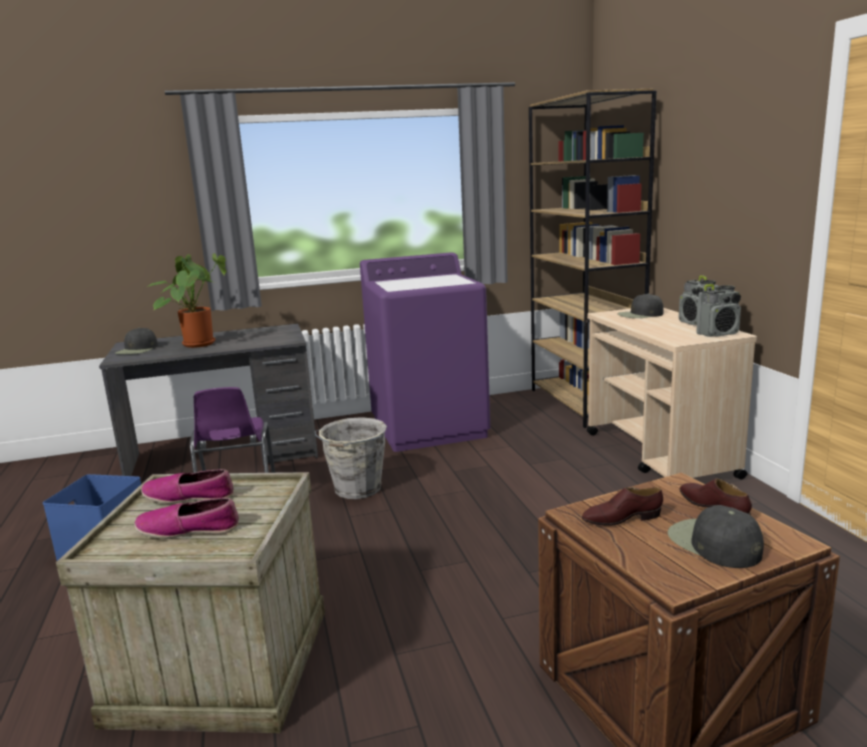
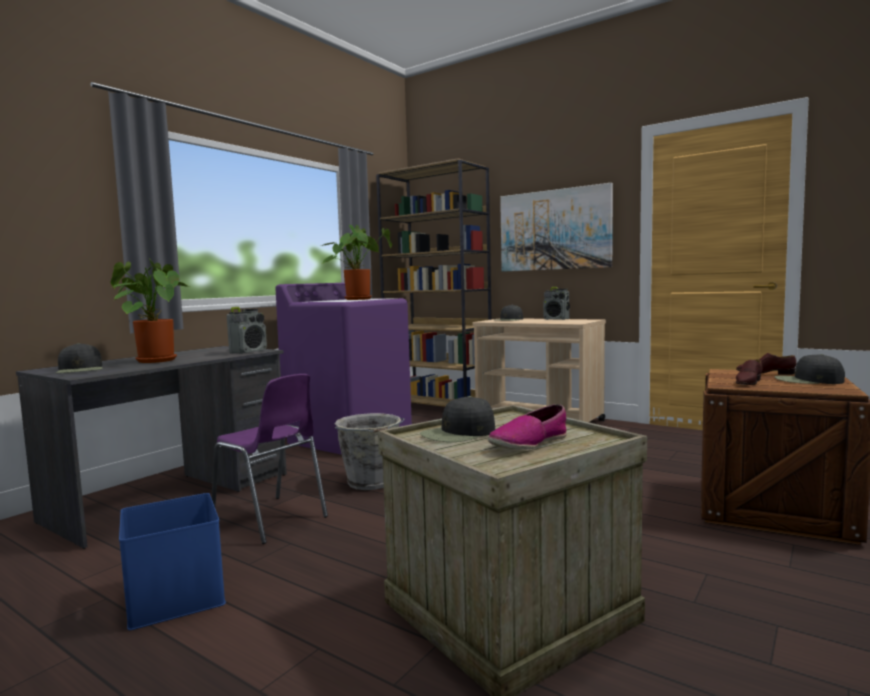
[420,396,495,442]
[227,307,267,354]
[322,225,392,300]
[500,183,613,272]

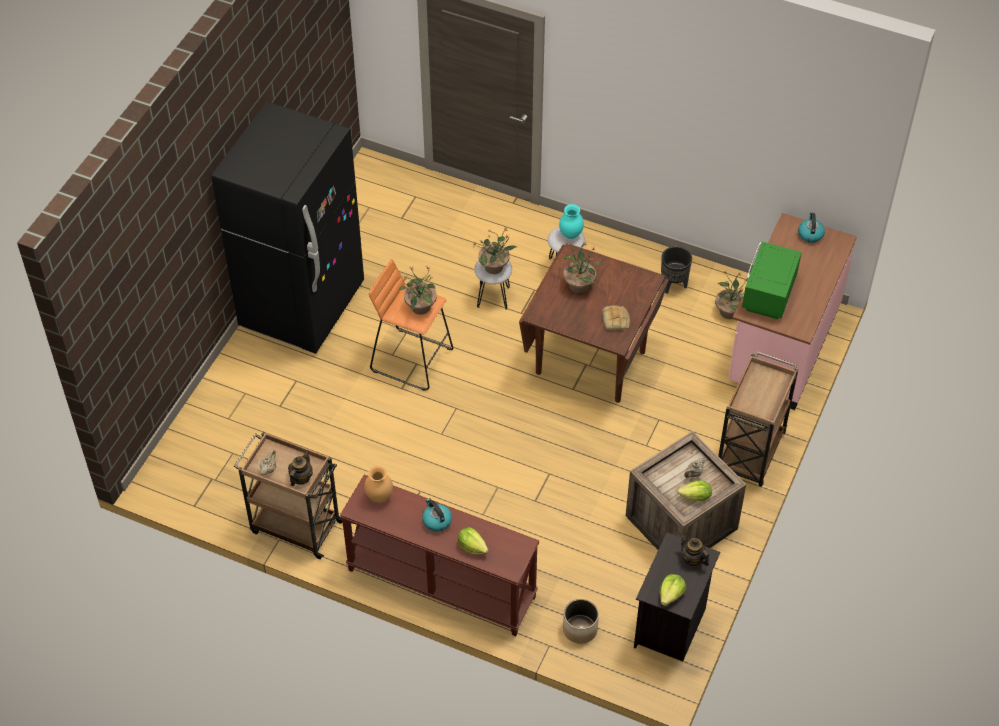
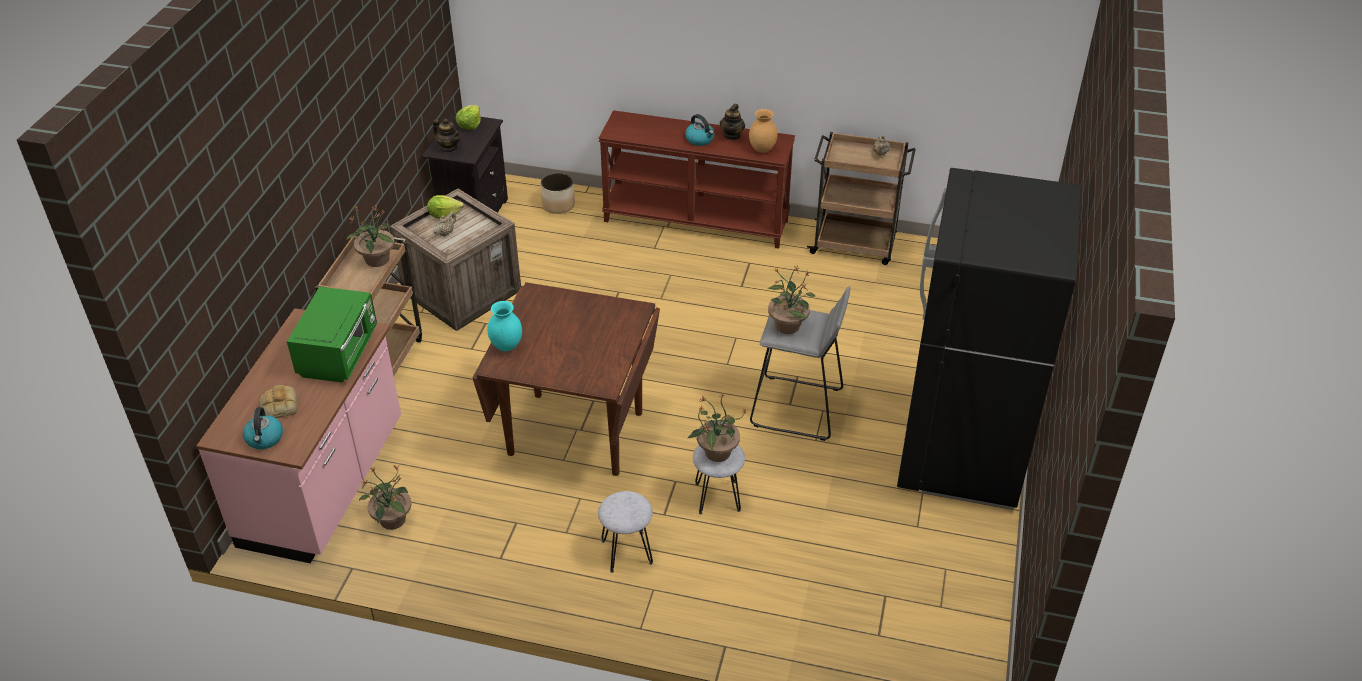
[720,104,745,140]
[750,286,851,441]
[458,527,489,554] (first image)
[487,301,522,351]
[347,205,395,267]
[259,385,298,418]
[661,246,692,294] (first image)

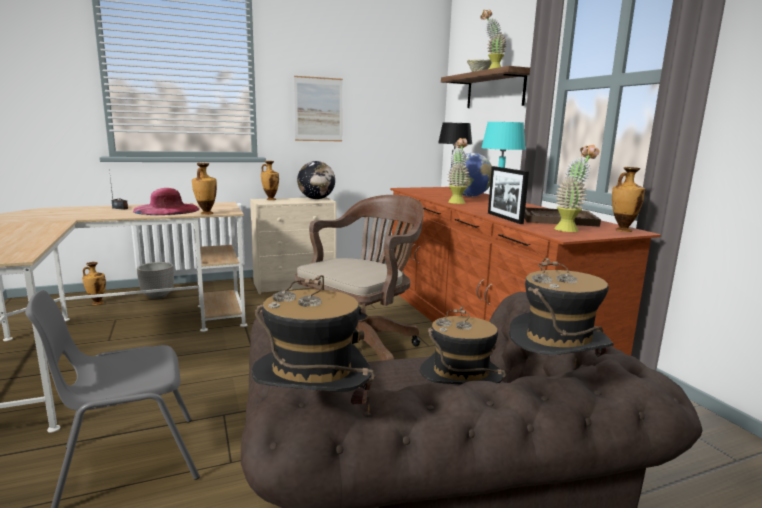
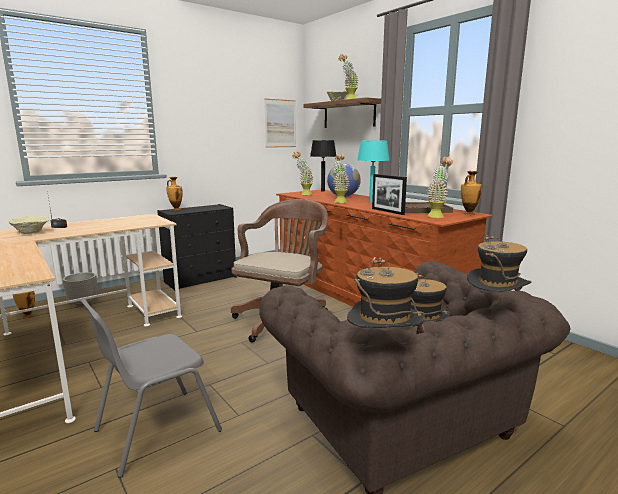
[133,188,200,215] (first image)
[192,163,217,215] (first image)
[157,204,236,290]
[264,98,296,148]
[297,161,335,199] (first image)
[9,216,49,234]
[293,151,313,195]

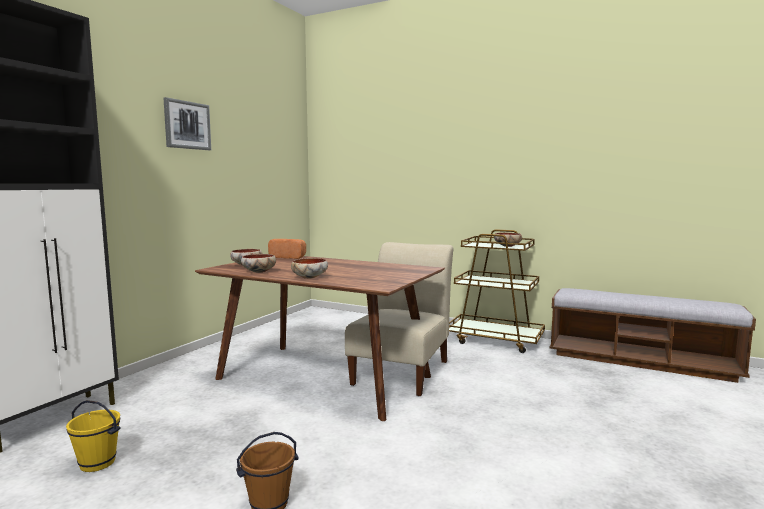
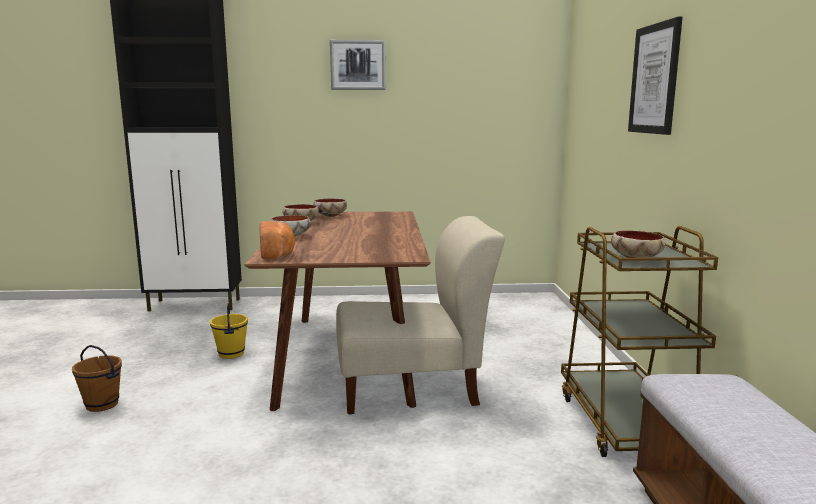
[210,303,248,359]
[260,221,295,259]
[628,17,683,135]

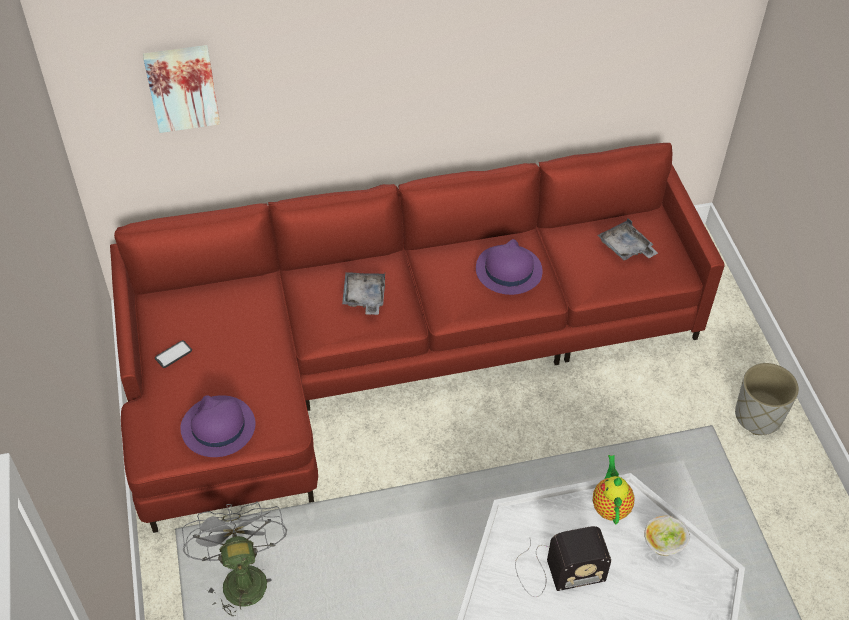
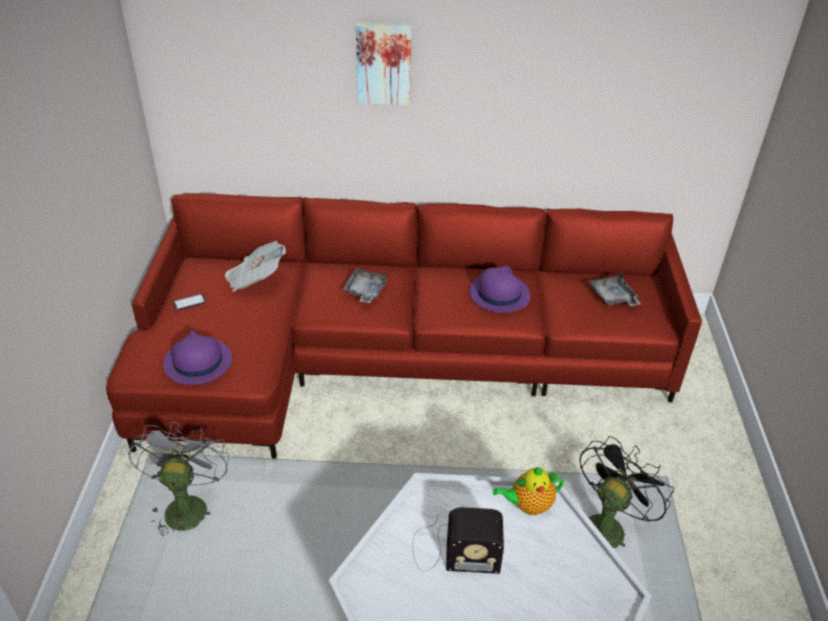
[356,22,412,105]
[492,467,563,515]
[644,515,690,556] (first image)
[735,363,799,435] (first image)
[225,241,286,292]
[580,436,674,548]

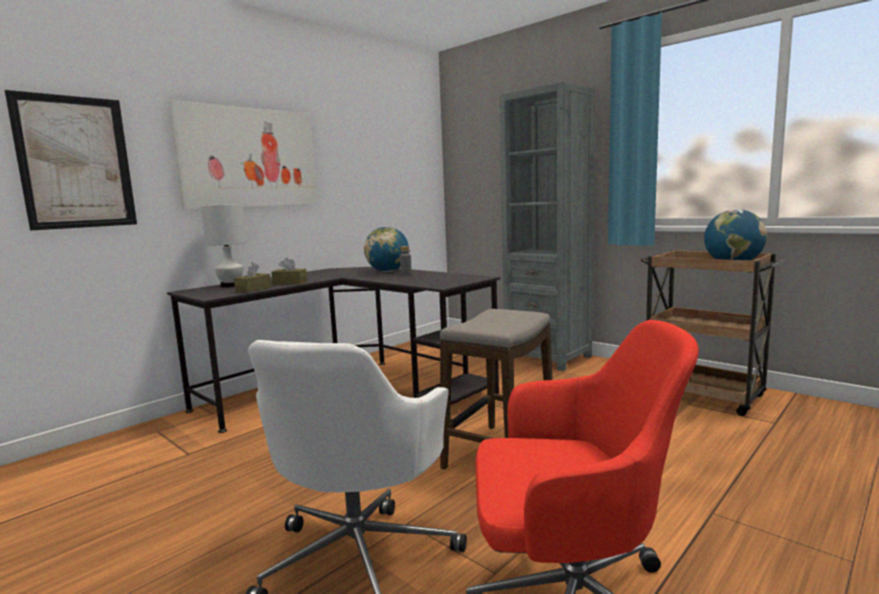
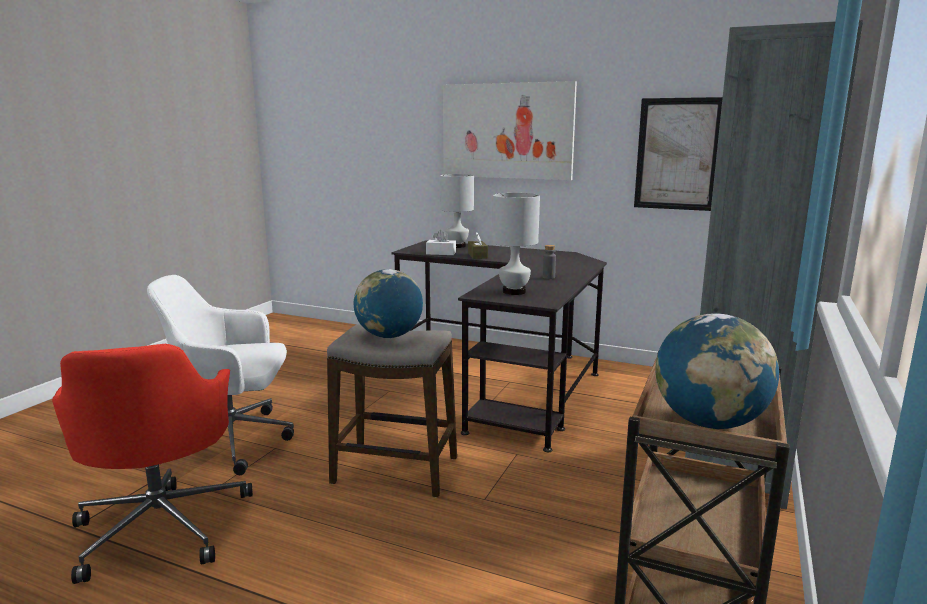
[634,97,723,211]
[426,230,456,255]
[354,269,423,338]
[492,193,540,295]

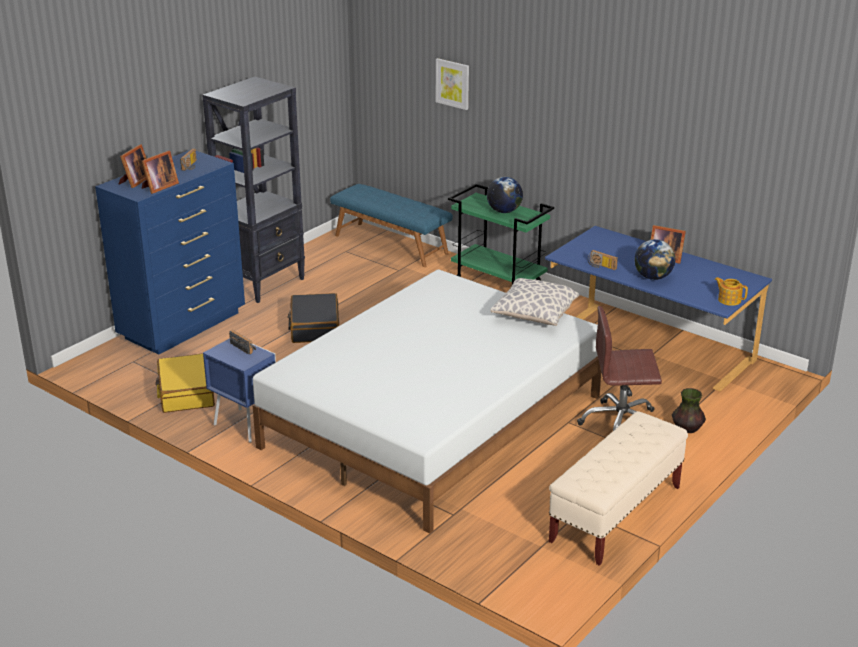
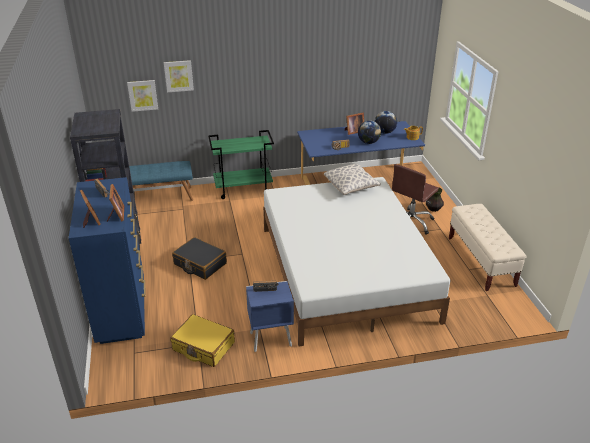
[375,111,397,134]
[127,80,158,112]

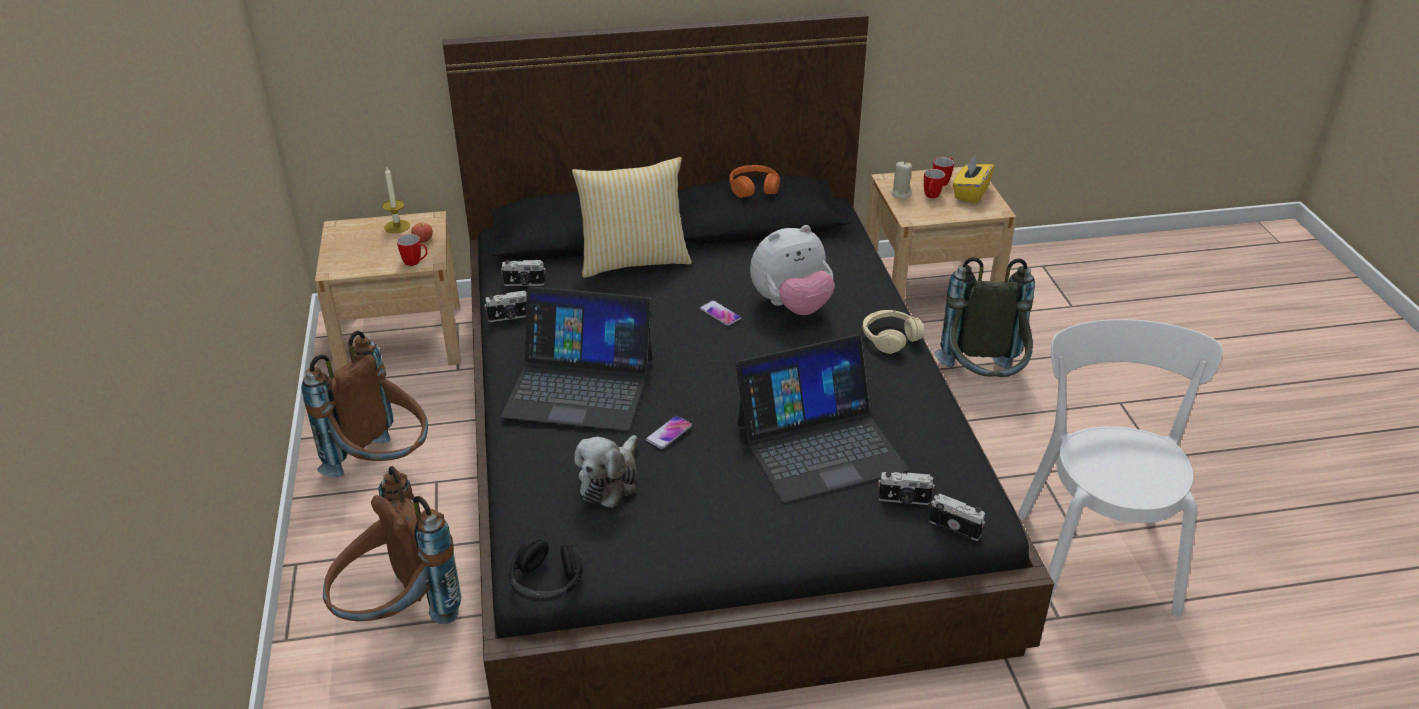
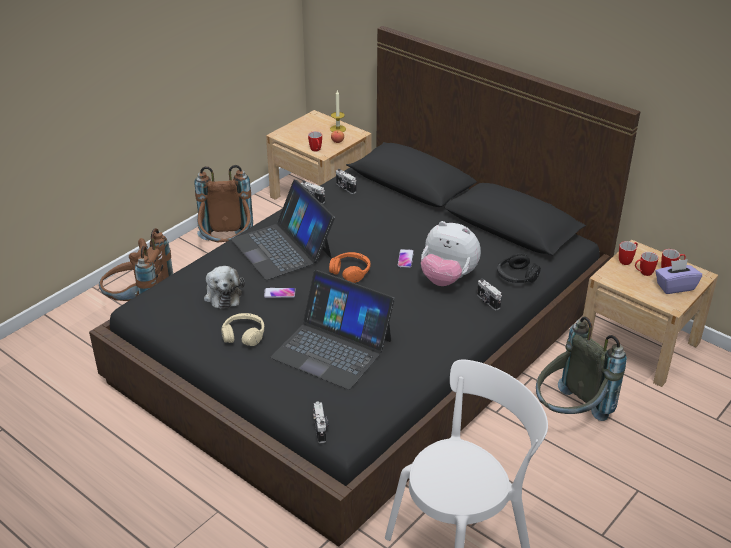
[497,253,541,283]
[572,157,692,278] (first image)
[204,266,245,309]
[329,252,370,283]
[221,313,265,346]
[477,279,502,310]
[619,241,638,265]
[655,259,702,294]

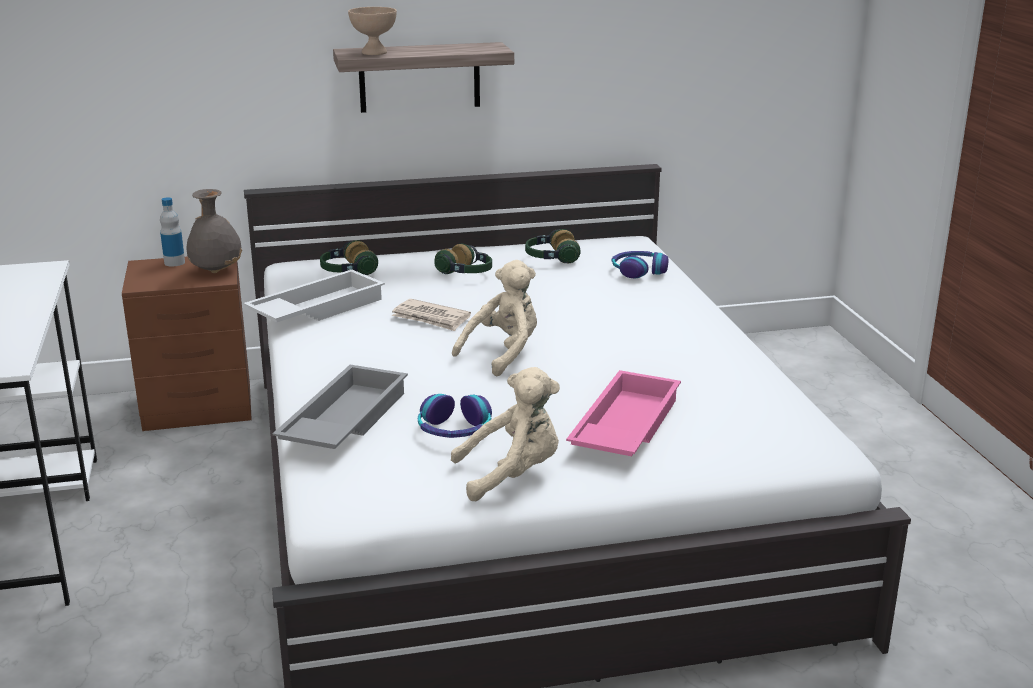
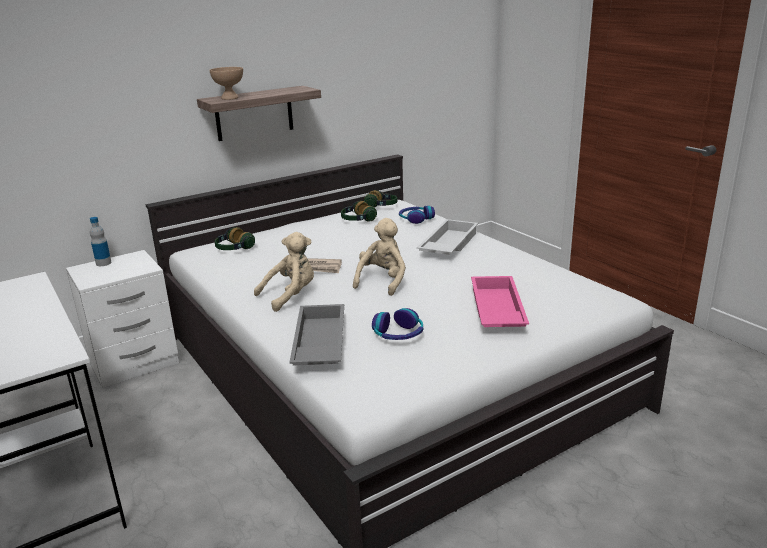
[66,250,179,388]
[186,189,242,273] (first image)
[417,219,478,255]
[364,190,397,208]
[254,232,314,312]

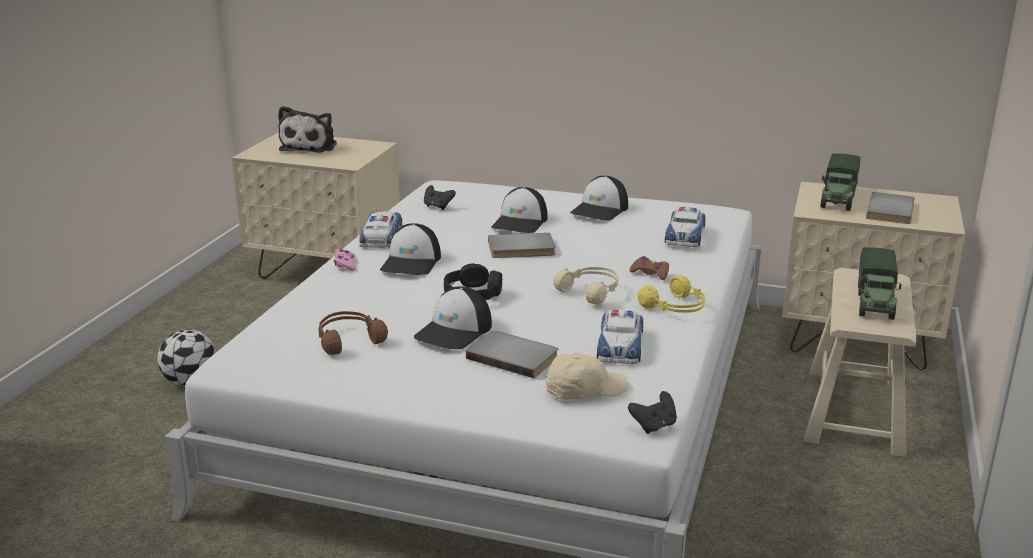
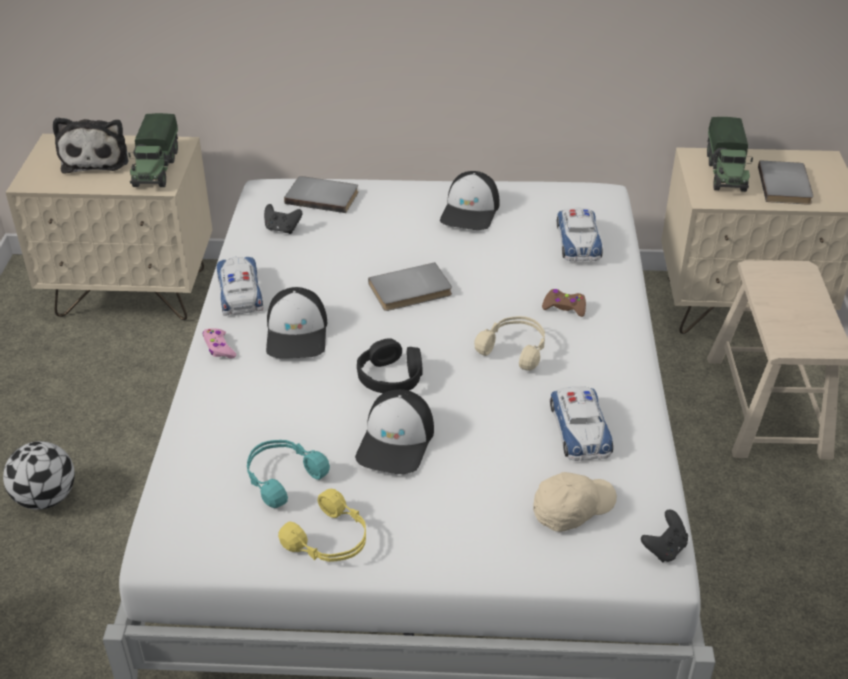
[247,440,330,508]
[284,176,358,213]
[491,187,548,233] (first image)
[278,489,366,562]
[128,113,178,187]

